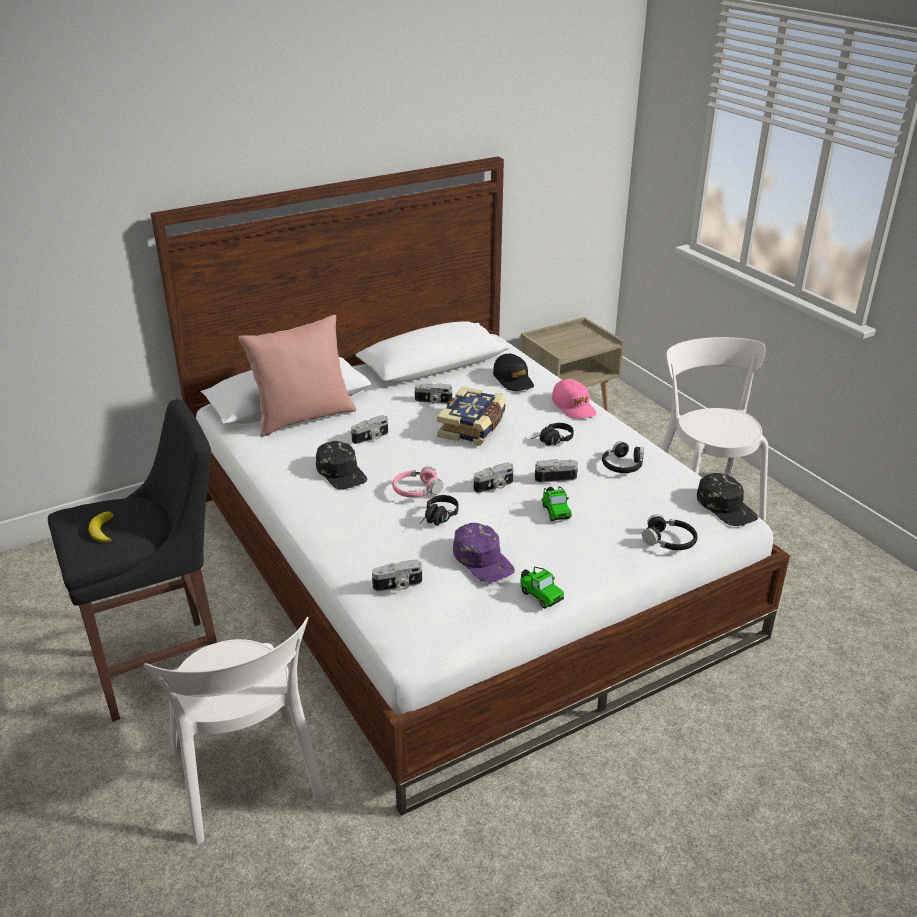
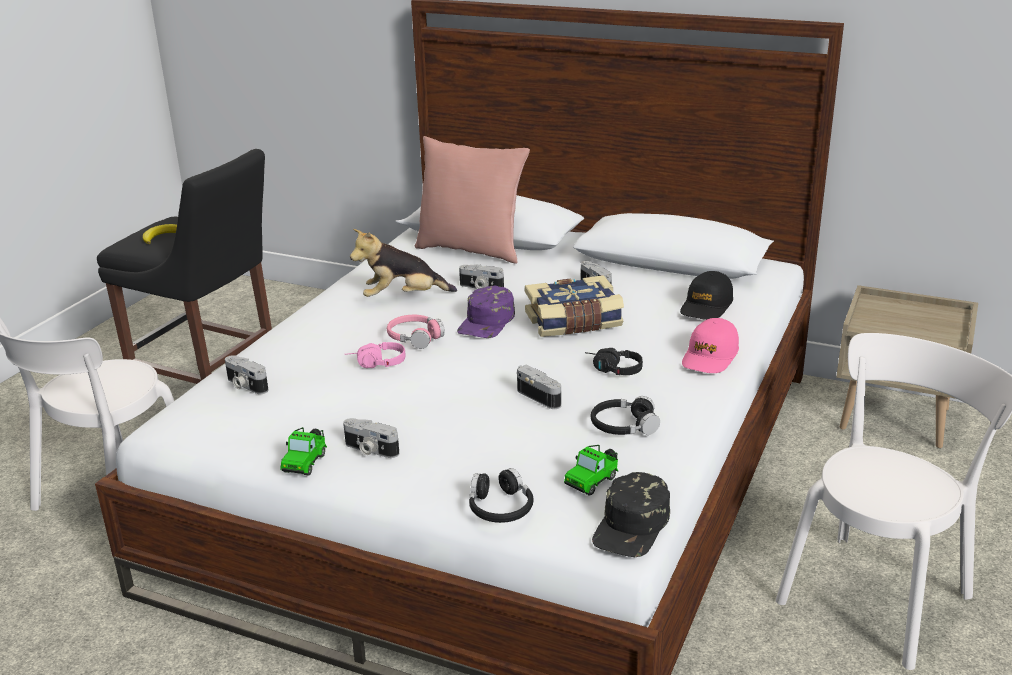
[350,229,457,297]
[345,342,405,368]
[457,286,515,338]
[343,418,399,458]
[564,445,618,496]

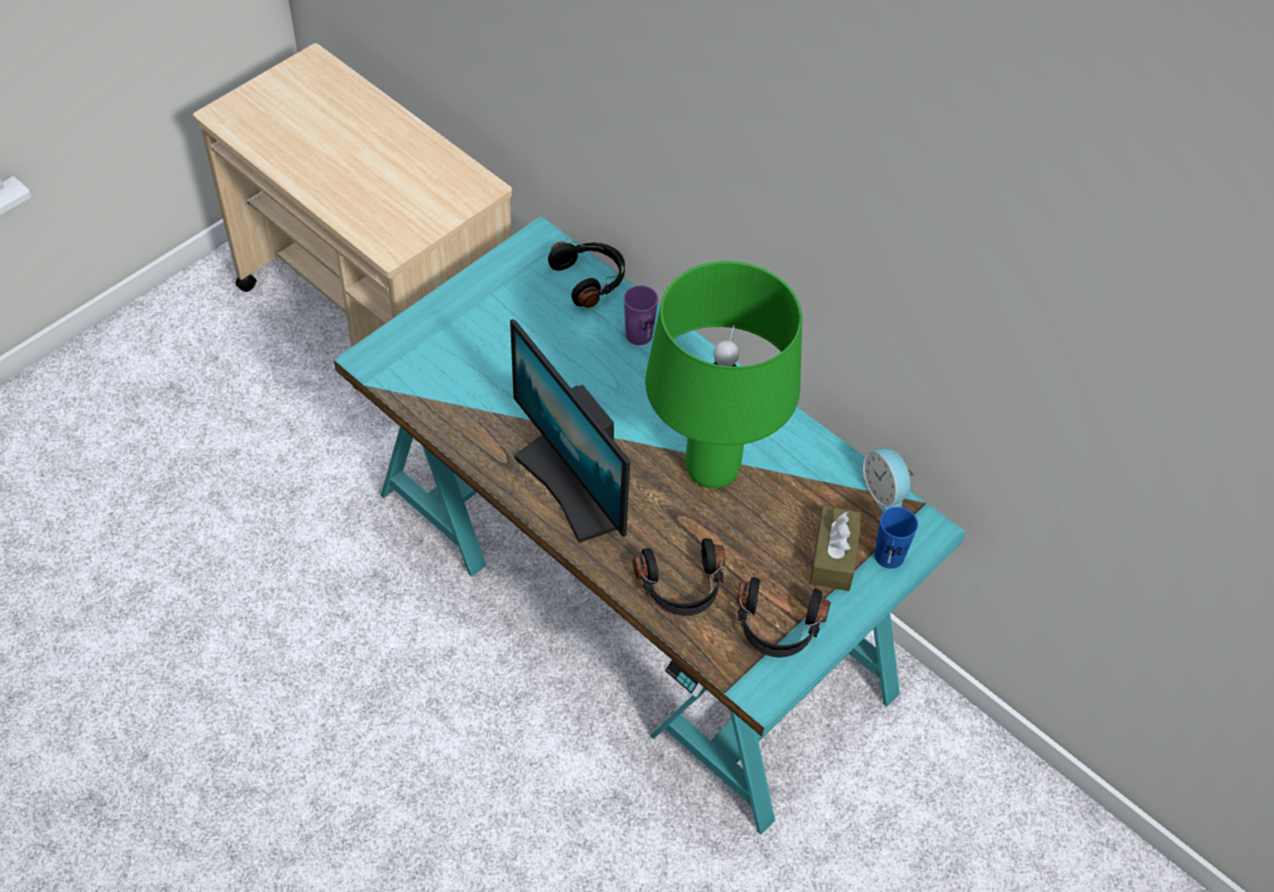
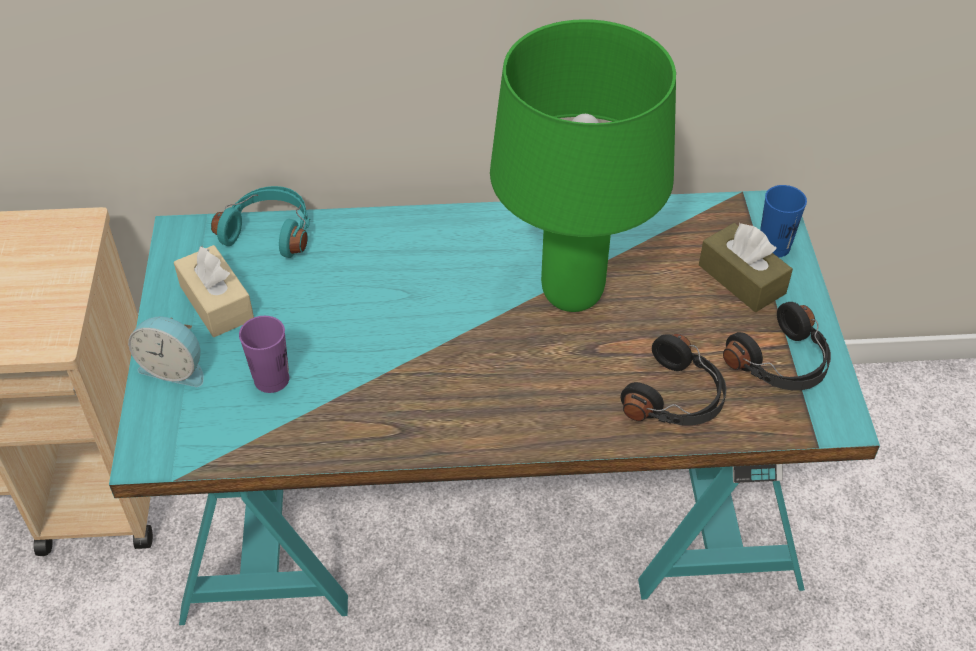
[510,319,630,543] (first image)
[211,186,310,258]
[239,316,289,393]
[128,317,204,387]
[174,245,254,337]

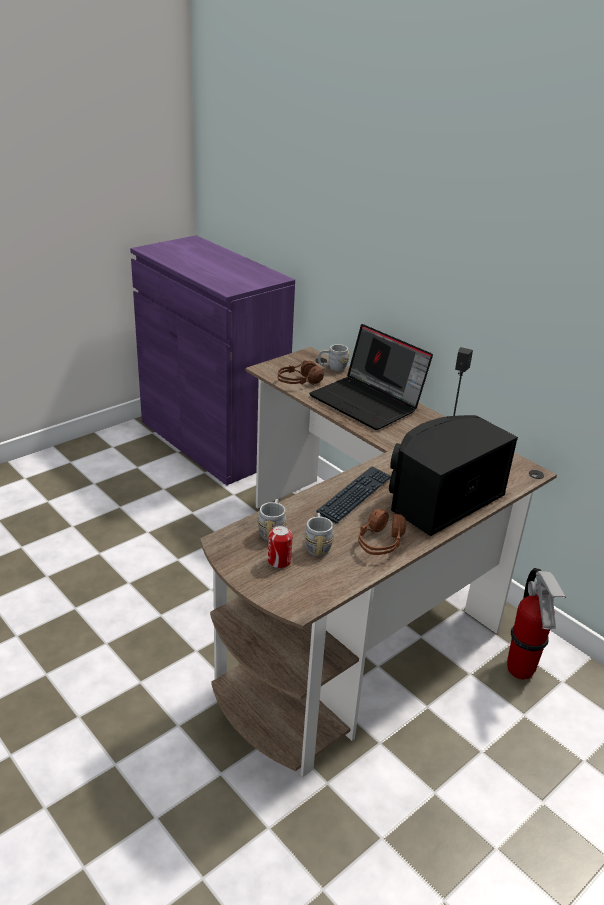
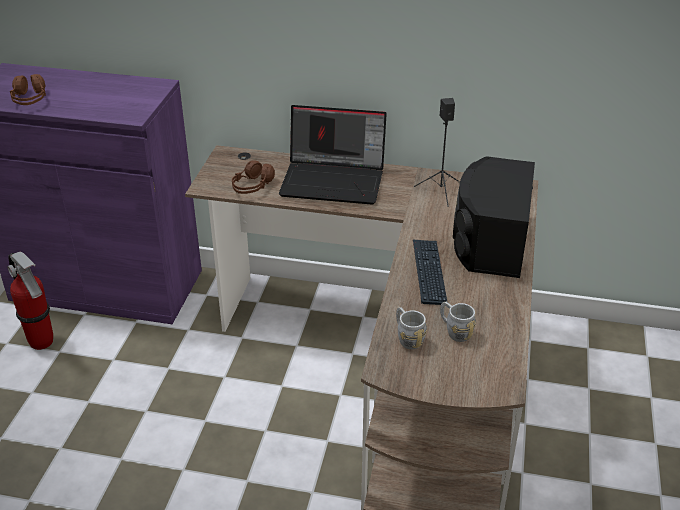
[268,525,293,568] (first image)
[318,344,349,372] (first image)
[10,74,46,105]
[7,252,53,350]

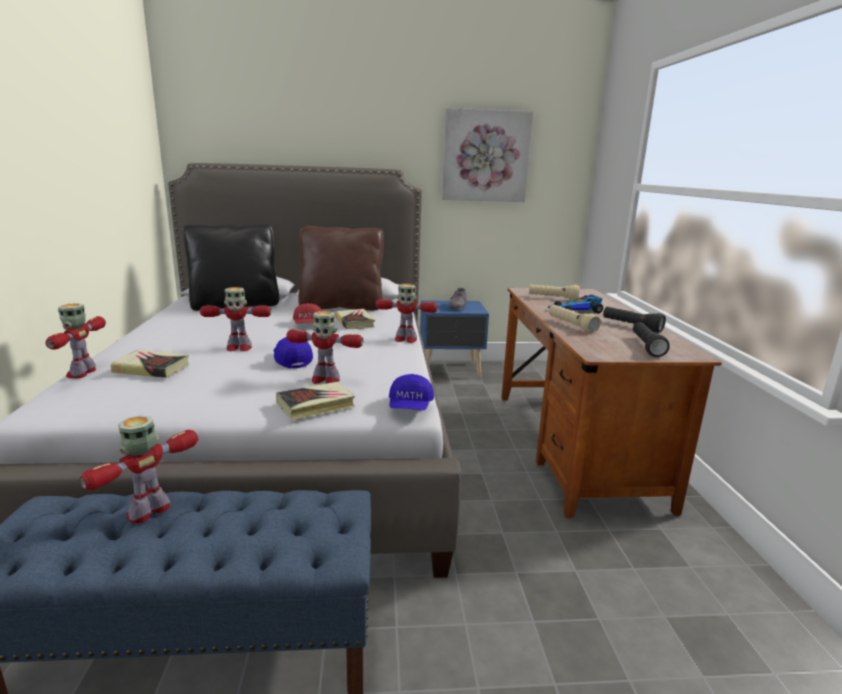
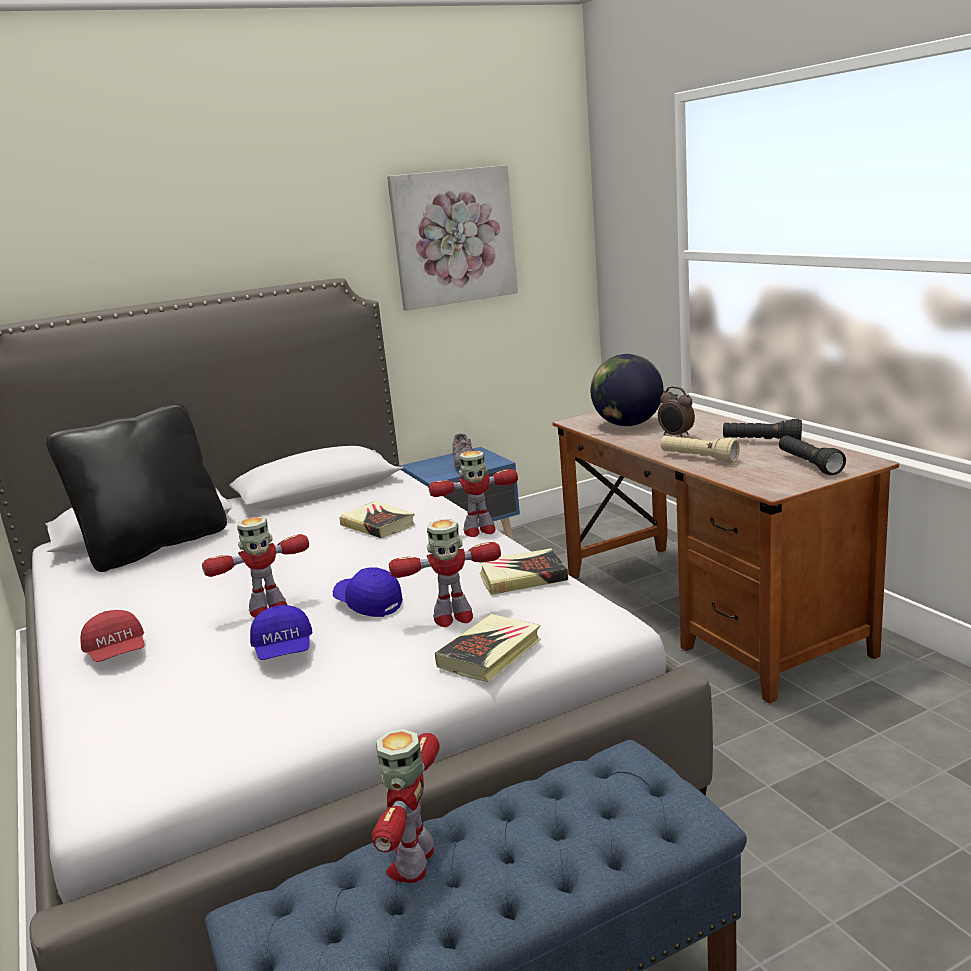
[46,303,106,378] (first image)
[480,548,568,595]
[80,610,145,662]
[298,226,384,310] (first image)
[250,605,312,660]
[590,354,663,426]
[658,386,695,437]

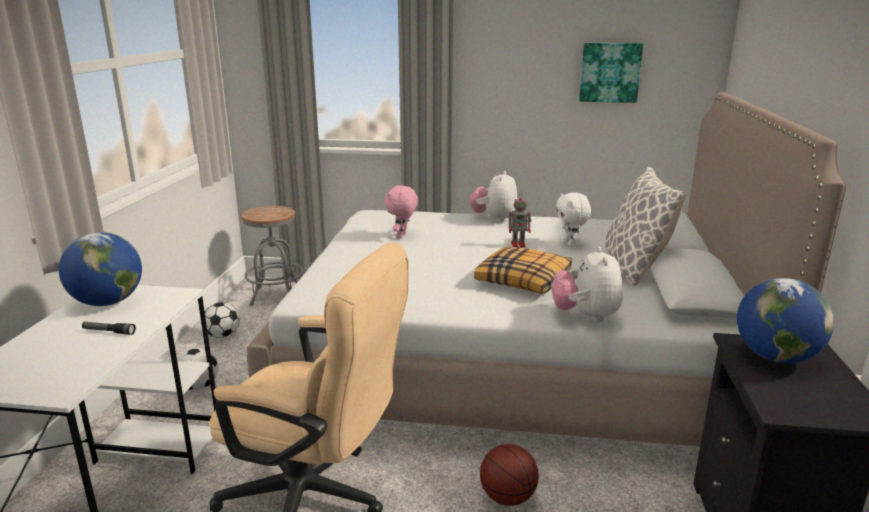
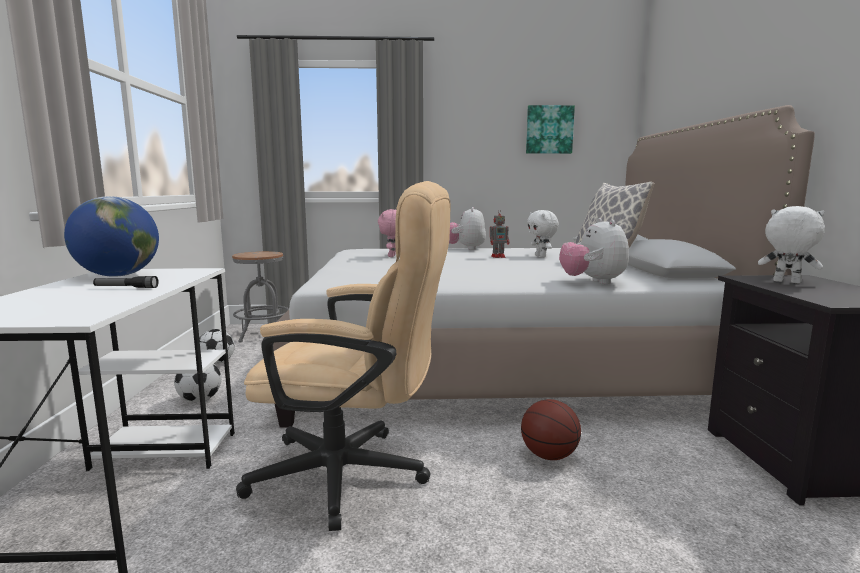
[474,246,572,294] (first image)
[758,206,825,283]

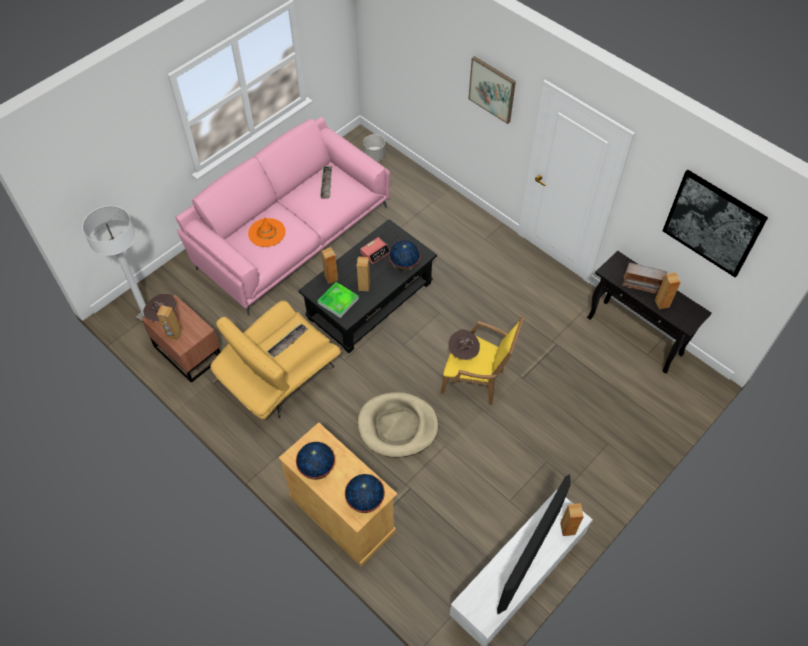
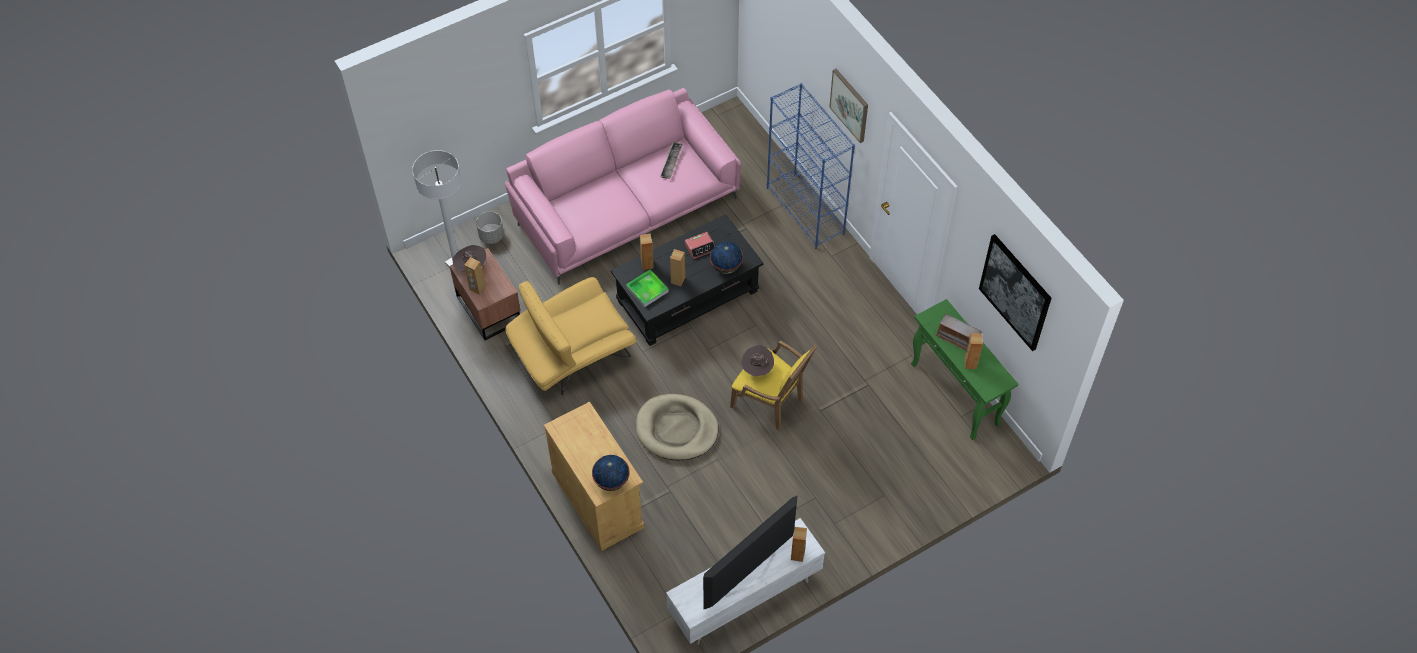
[248,217,286,247] (first image)
[266,323,308,358] (first image)
[296,442,335,480] (first image)
[476,211,504,244]
[911,299,1018,440]
[767,83,855,249]

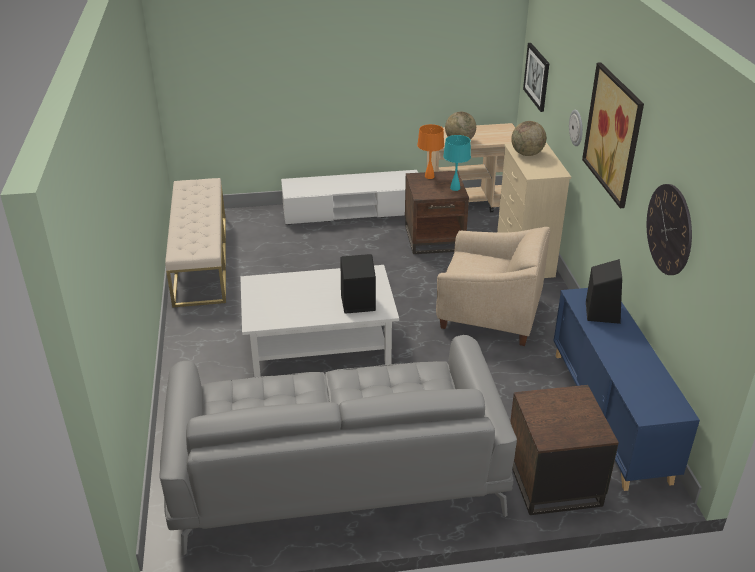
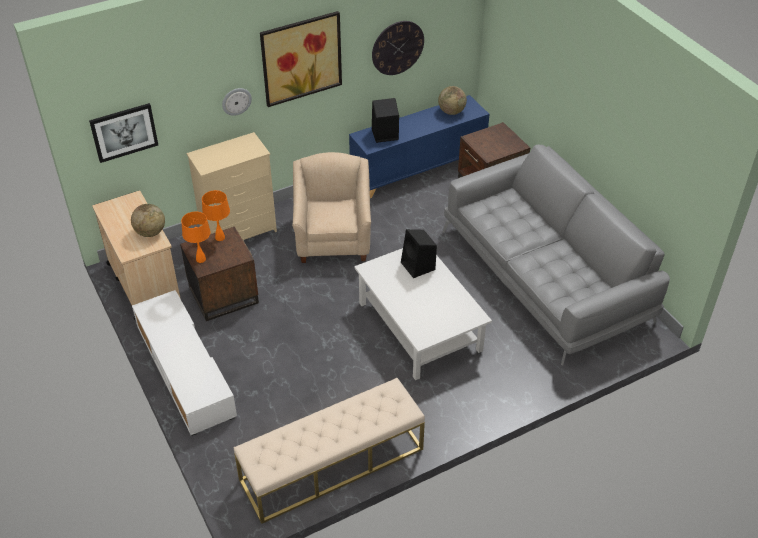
[202,190,230,241]
[438,86,467,115]

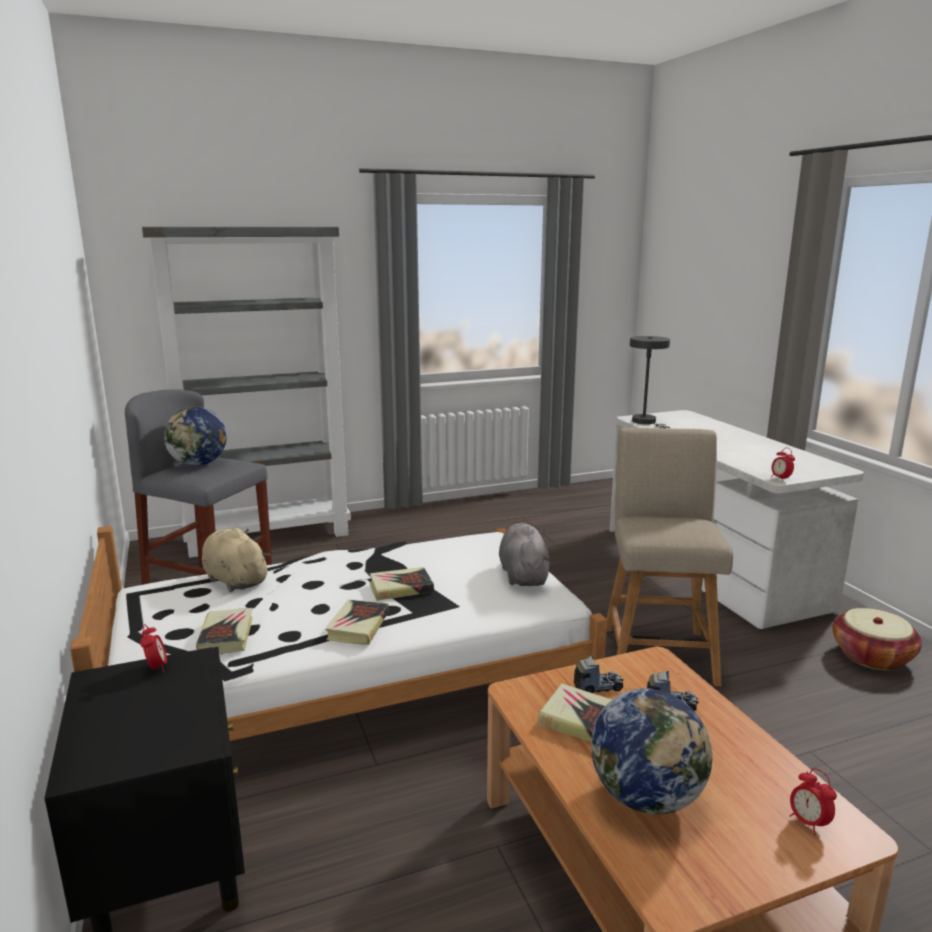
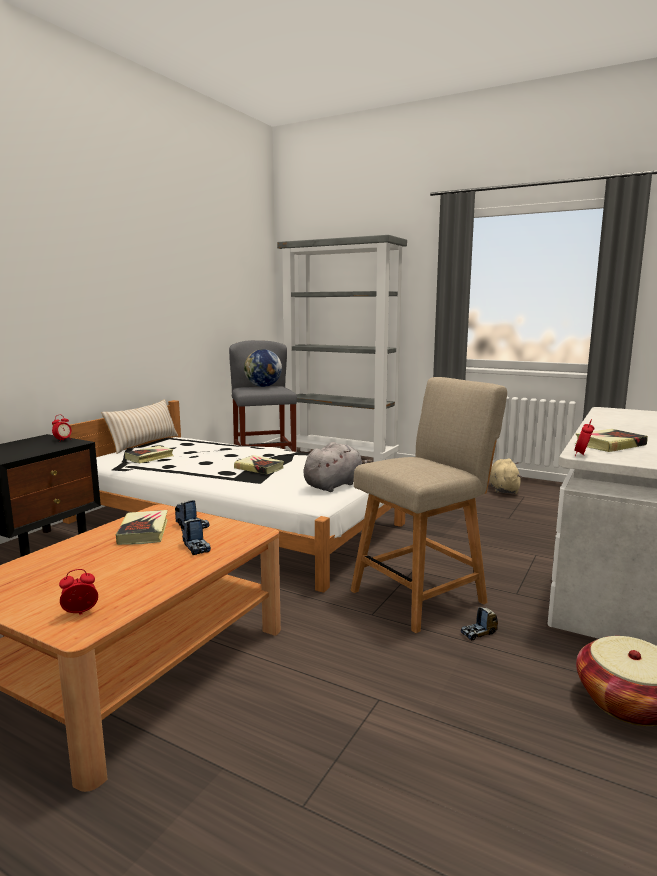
[490,458,522,494]
[575,429,648,452]
[591,688,712,814] (first image)
[630,336,670,429] (first image)
[59,569,98,615]
[102,399,178,454]
[461,607,498,640]

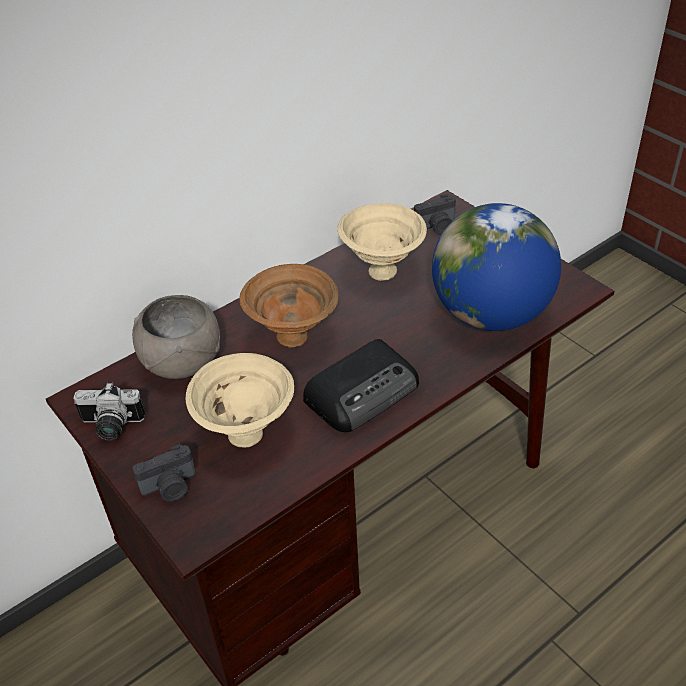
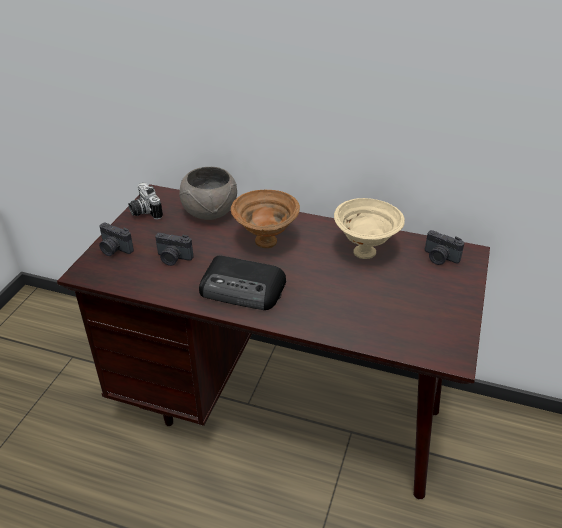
[155,233,193,266]
[432,203,561,331] (first image)

